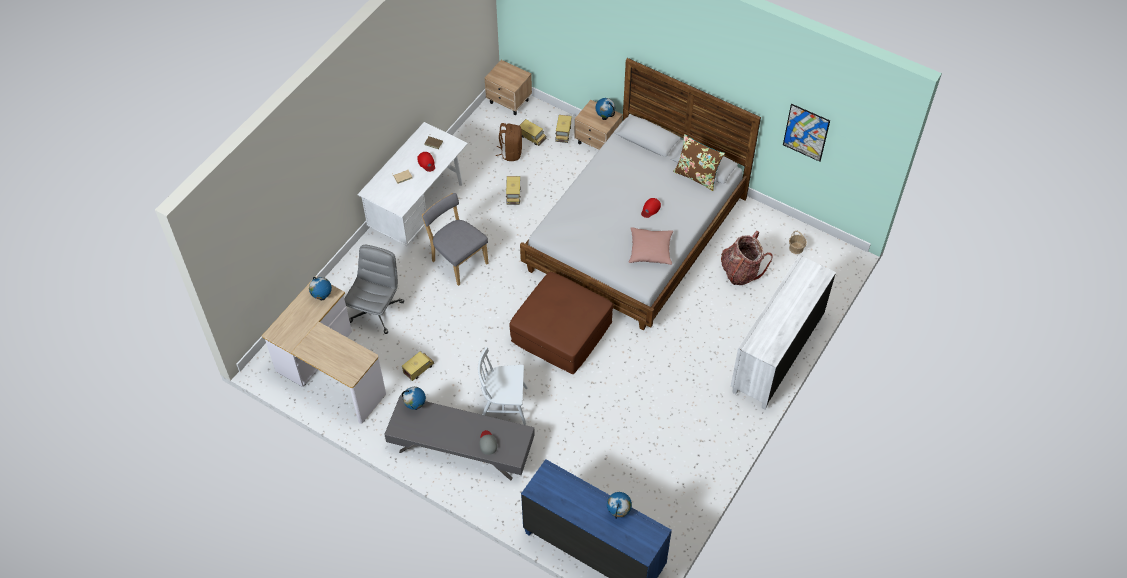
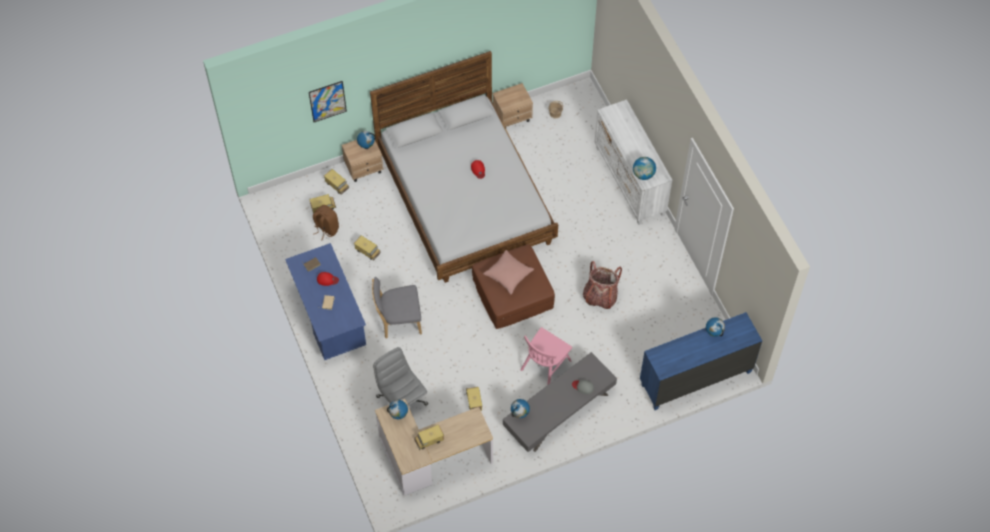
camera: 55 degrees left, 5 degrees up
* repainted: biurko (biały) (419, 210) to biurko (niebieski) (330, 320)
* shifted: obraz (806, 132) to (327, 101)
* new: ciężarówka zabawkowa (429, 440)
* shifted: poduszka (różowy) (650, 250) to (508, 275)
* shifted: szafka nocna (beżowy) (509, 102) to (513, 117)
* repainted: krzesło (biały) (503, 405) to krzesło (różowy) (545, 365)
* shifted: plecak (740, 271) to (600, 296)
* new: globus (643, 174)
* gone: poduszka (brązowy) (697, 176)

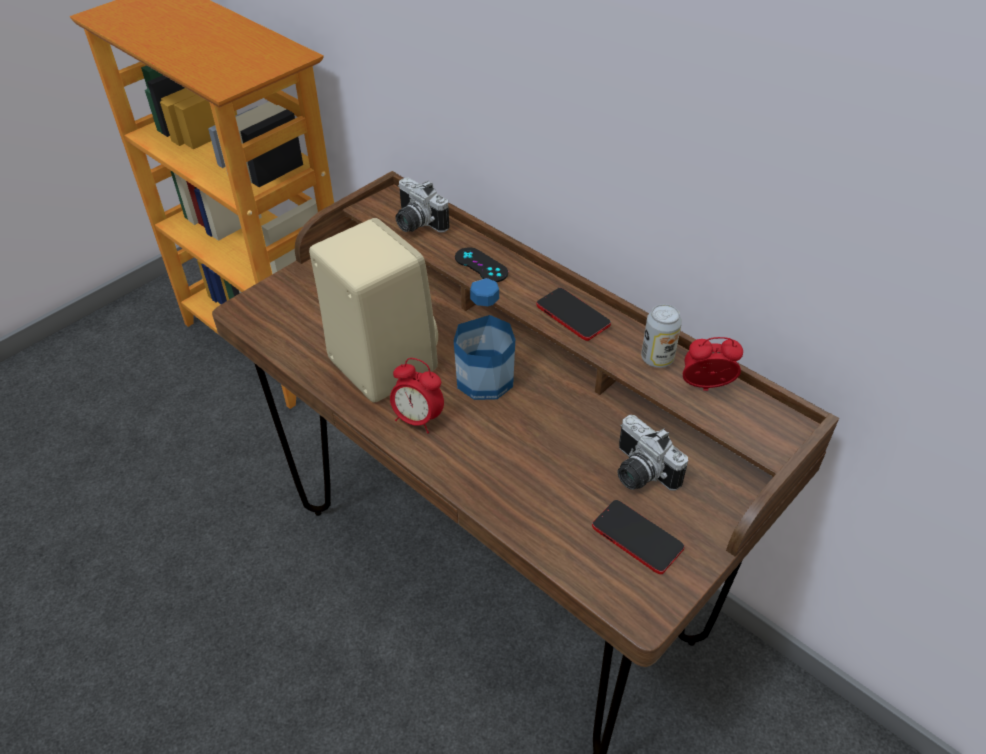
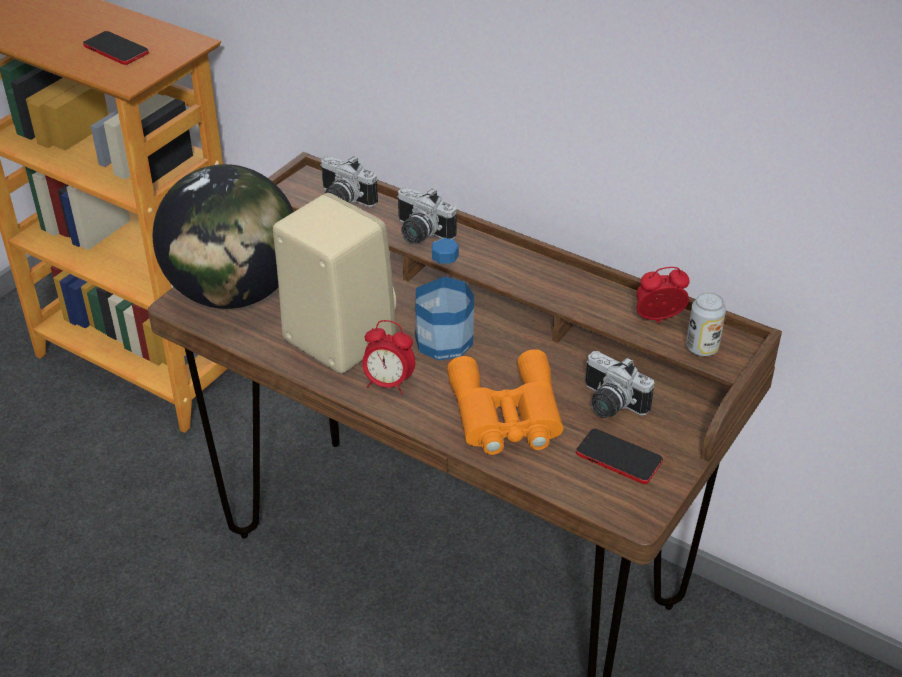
camera: 10 degrees left, 5 degrees down
* shifted: telefon (573, 315) to (116, 49)
* new: globus (234, 292)
* swapped: pad do gier (czarny) (481, 265) to aparat fotograficzny (419, 234)
* new: lornetka (pomarańczowy) (506, 415)
* shifted: puszka (657, 358) to (702, 348)

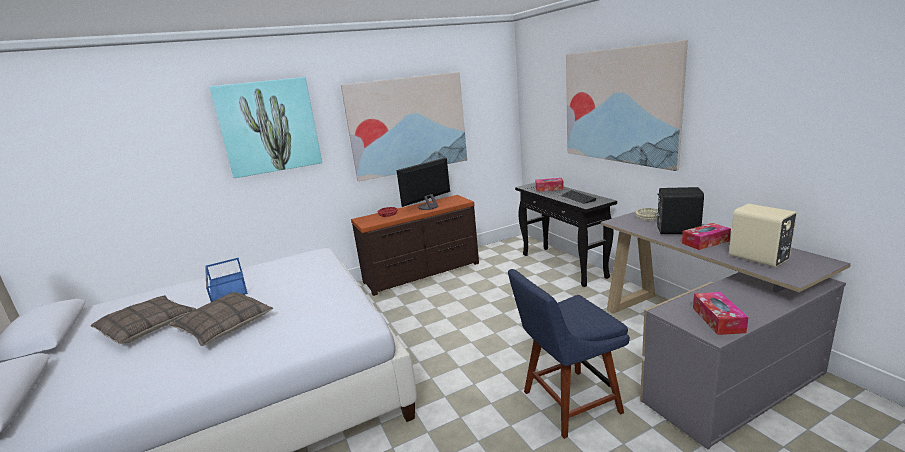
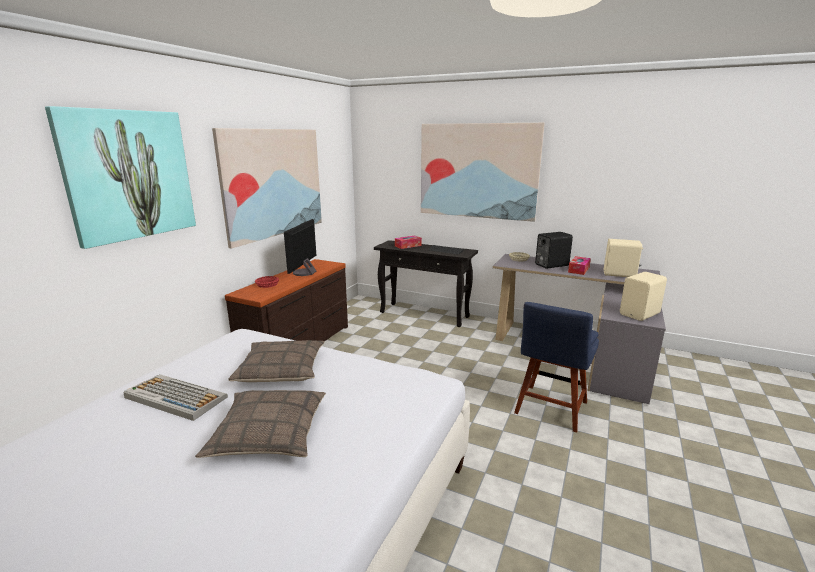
camera: 40 degrees left, 0 degrees up
* swapped: taca (niebieski) (227, 287) to klawiatura (174, 397)
* shifted: poduszka (147, 326) to (281, 369)
* swapped: pudełko chusteczek (718, 320) to głośnik (beżowy) (640, 314)

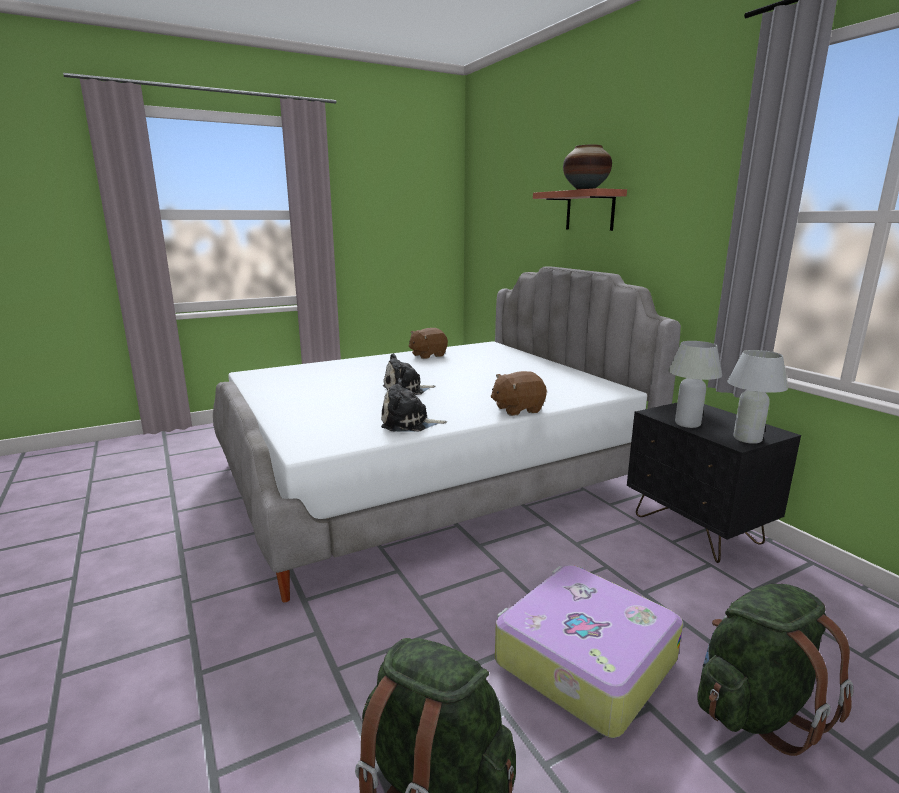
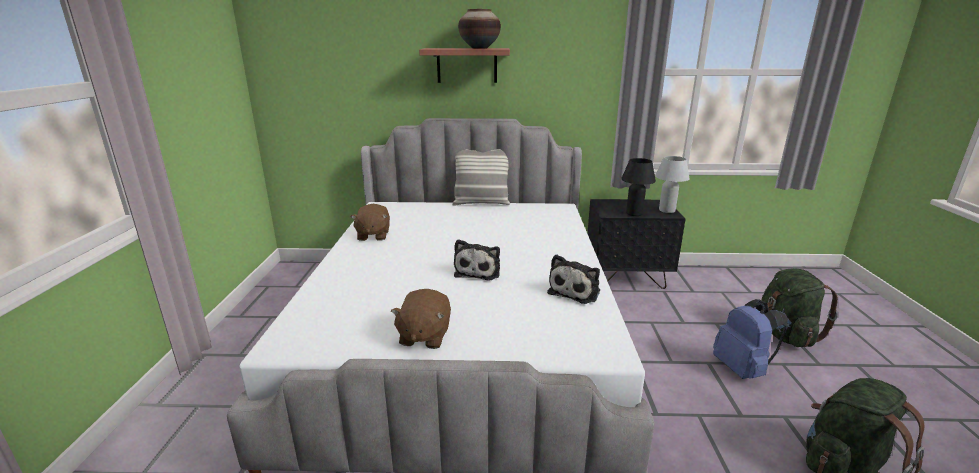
camera: 60 degrees left, 5 degrees up
* shifted: pluszak (brązowy) (517, 409) to (424, 336)
* new: poduszka (481, 203)
* repainted: lampa stołowa (biały) (687, 424) to lampa stołowa (czarny) (634, 213)
* swapped: walizka (582, 660) to plecak (niebieski) (742, 369)

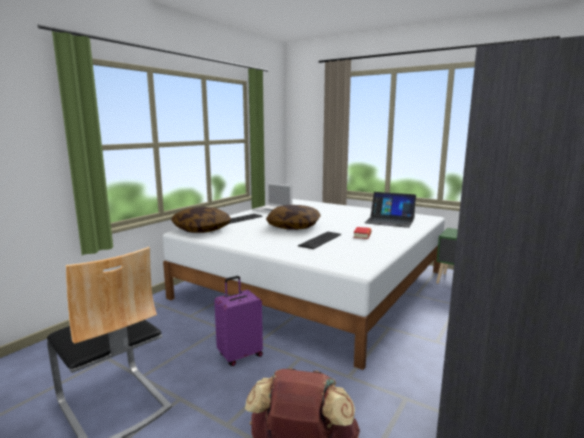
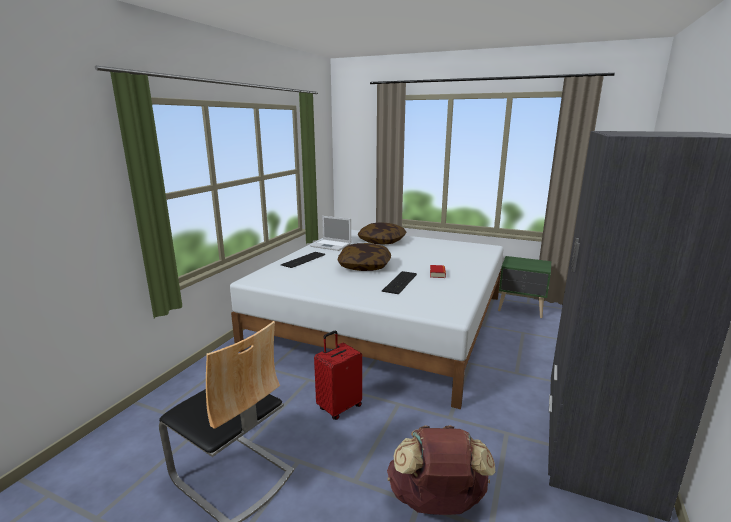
camera: 10 degrees left, 5 degrees up
* repainted: walizka (fioletowy) (240, 355) to walizka (czerwony) (339, 407)
* shifted: poduszka (202, 229) to (382, 241)
* gone: laptop (390, 221)

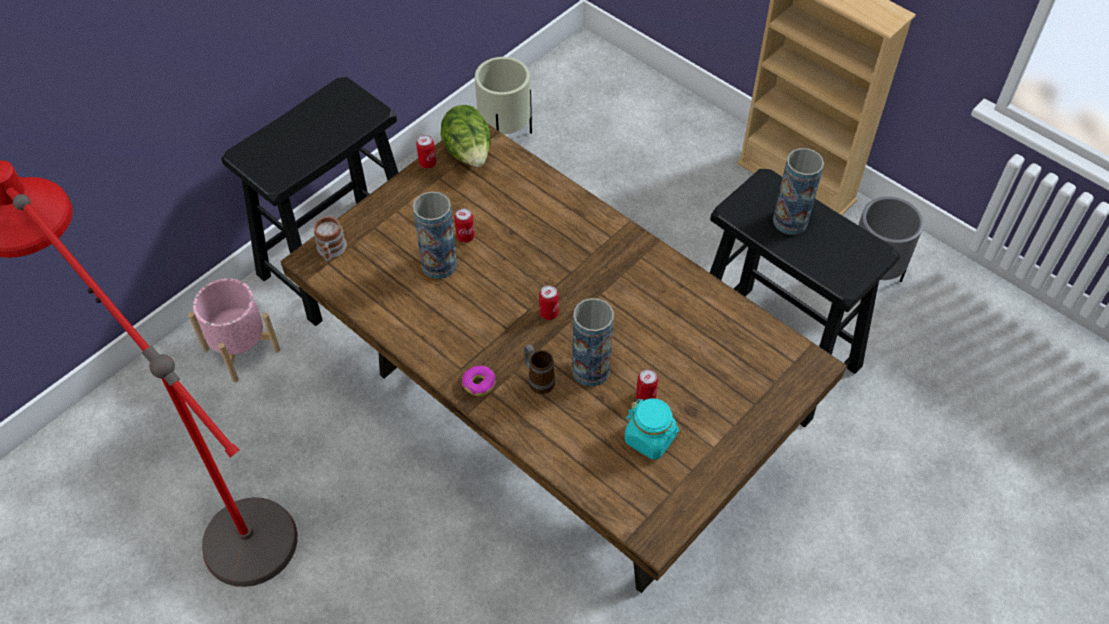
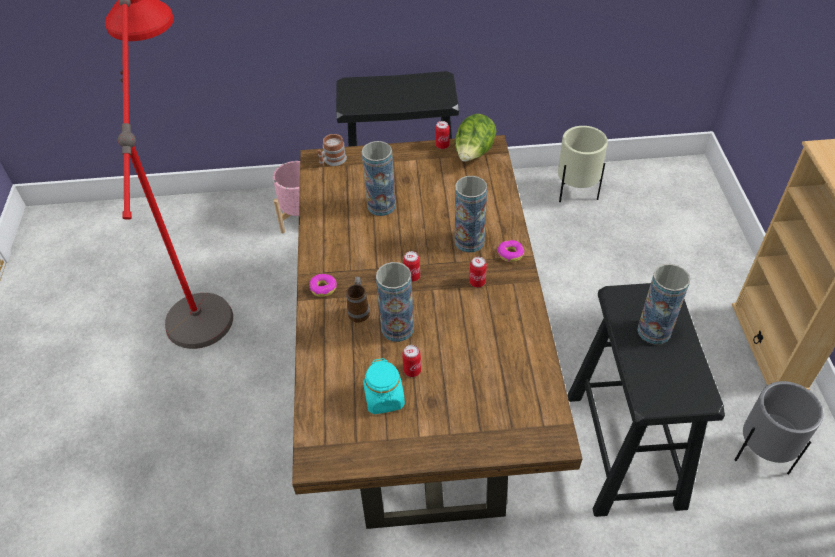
camera: 45 degrees right, 5 degrees down
* new: wazon (469, 241)
* shifted: puszka (465, 236) to (477, 282)
* new: donut (510, 254)

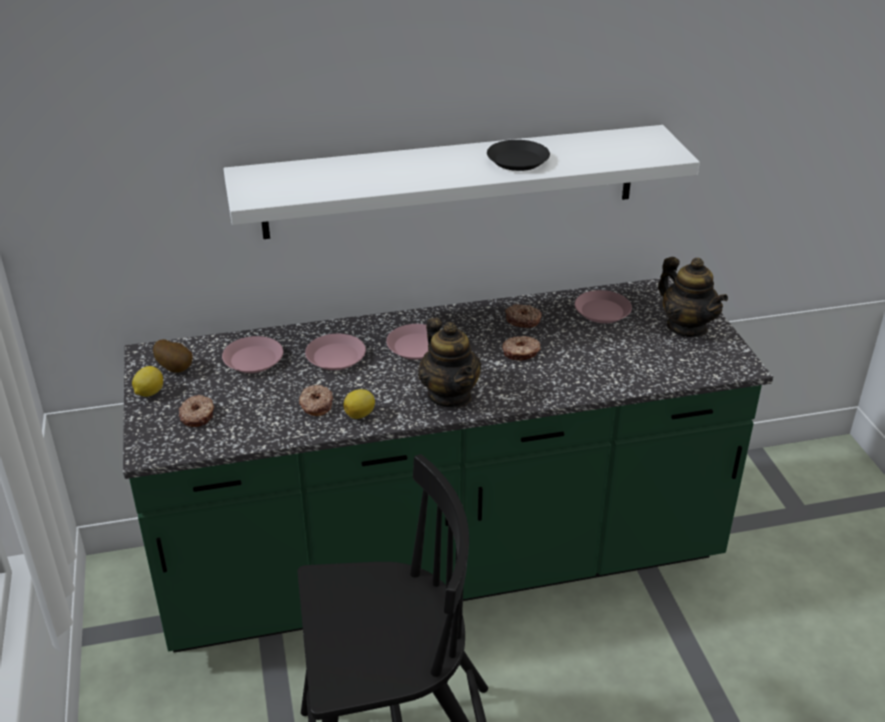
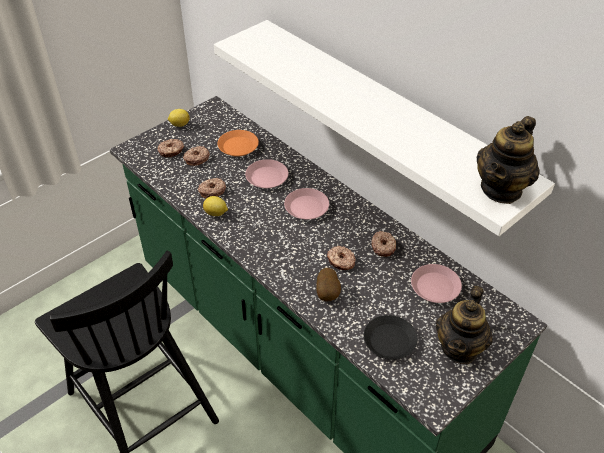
camera: 60 degrees right, 10 degrees up
* new: donut (196, 158)
* repainted: talerz (różowy) (254, 359) to talerz (pomarańczowy) (238, 146)
* shifted: ziemniak (176, 368) to (328, 294)
* shifted: talerz (czarny) (517, 160) to (389, 340)
* shifted: imbryk (450, 395) to (501, 189)

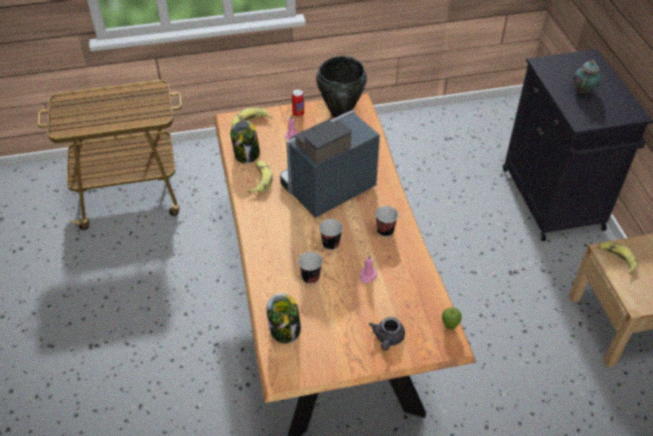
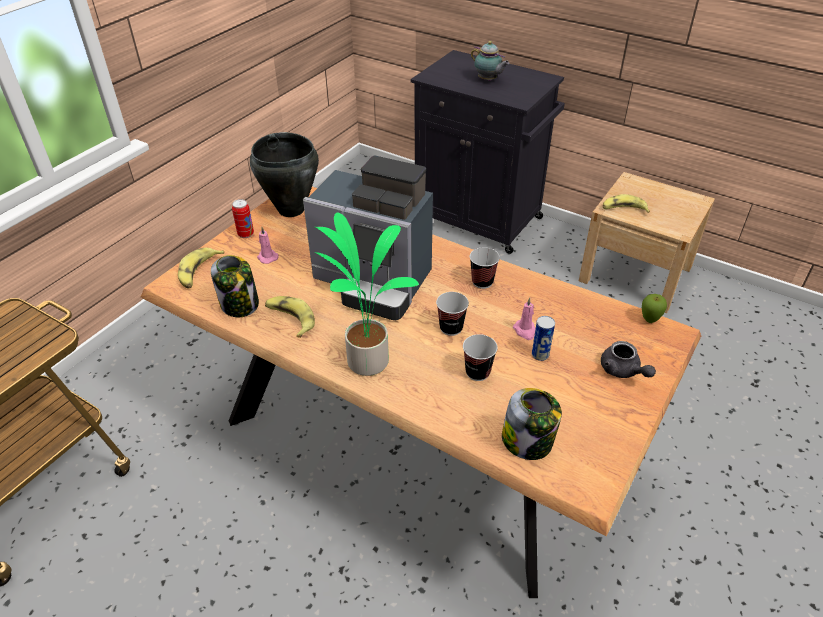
camera: 45 degrees left, 5 degrees down
* rotated: ekspres do kawy (326, 189) = (374, 282) 75 degrees counterclockwise
* new: roślina doniczkowa (367, 359)
* rotated: imbryk (583, 90) = (488, 80) 150 degrees clockwise
* new: puszka (540, 355)

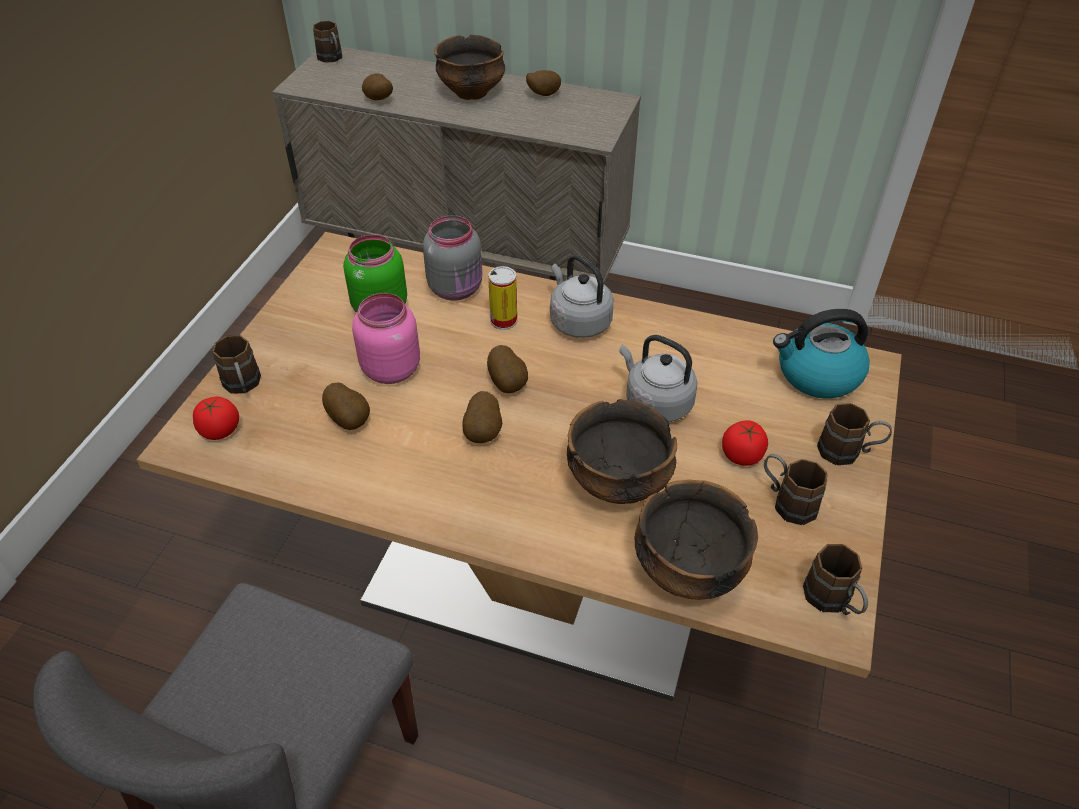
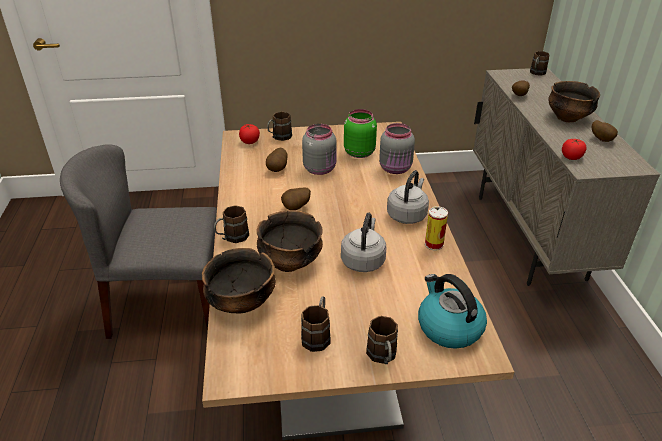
camera: 65 degrees right, 10 degrees down
* shifted: kubek (brązowy) (833, 602) to (232, 238)
* repainted: słoik (różowy) (391, 368) to słoik (szary) (320, 169)
* shifted: puszka (503, 320) to (434, 244)
* shifted: pomidor (742, 455) to (571, 157)
* gone: ziemniak (508, 384)

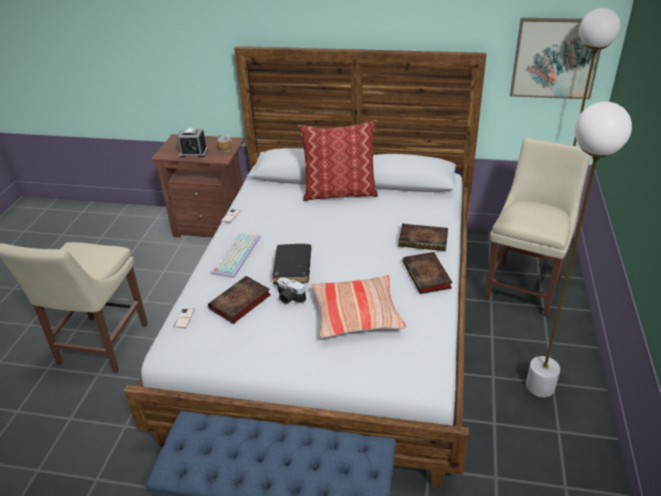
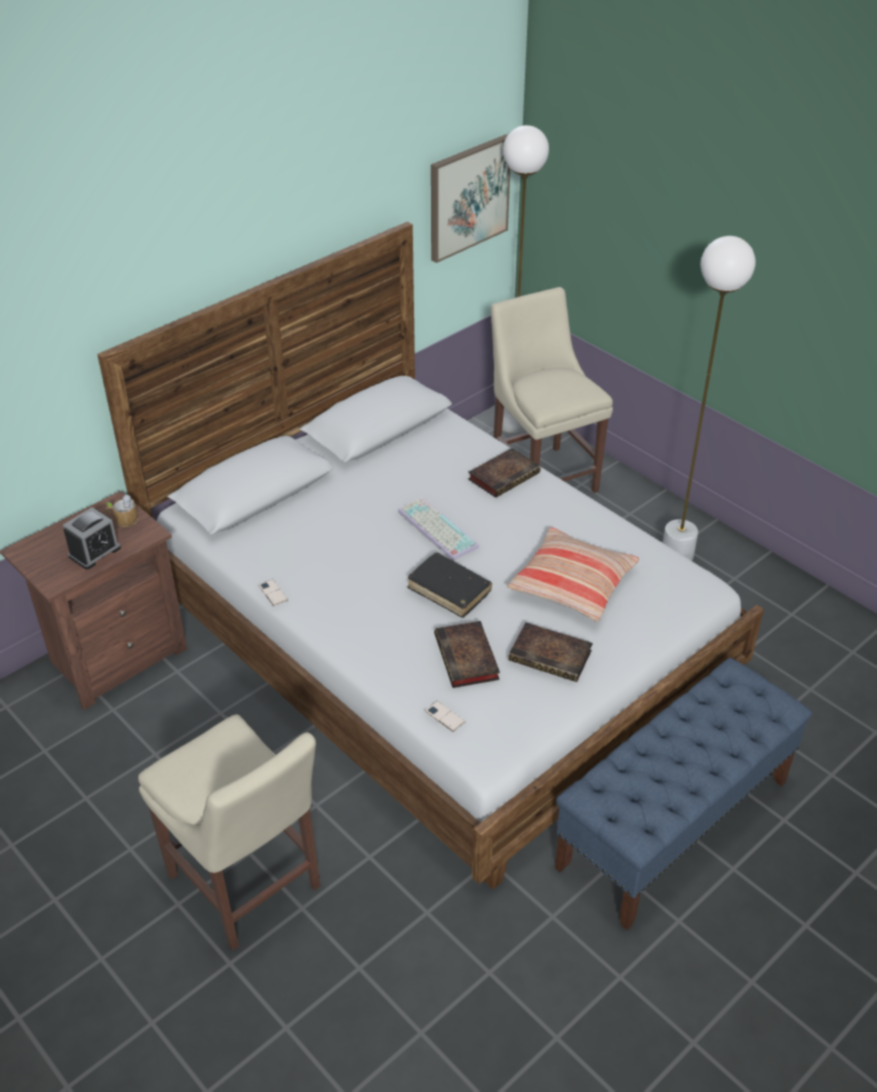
camera: 55 degrees left, 5 degrees up
* shifted: klawiatura (236, 254) to (435, 529)
* shifted: książka (427, 276) to (552, 656)
* gone: aparat fotograficzny (289, 298)
* gone: poduszka (340, 192)

